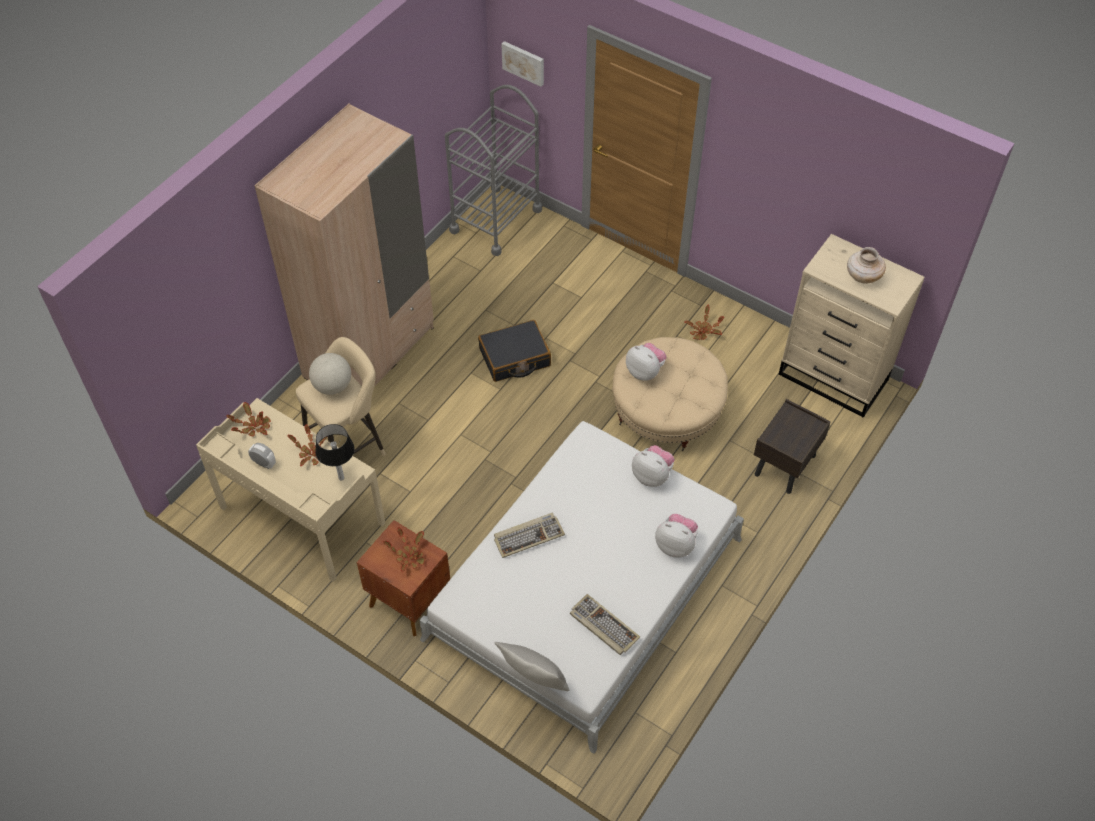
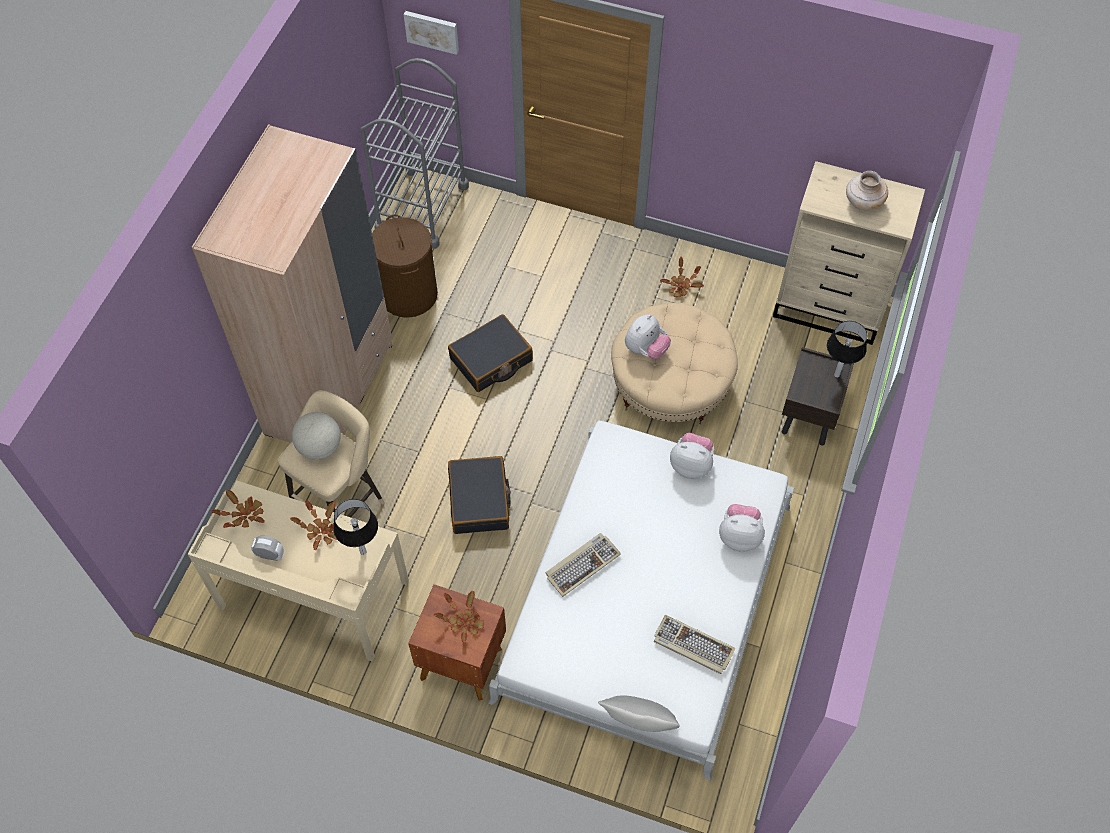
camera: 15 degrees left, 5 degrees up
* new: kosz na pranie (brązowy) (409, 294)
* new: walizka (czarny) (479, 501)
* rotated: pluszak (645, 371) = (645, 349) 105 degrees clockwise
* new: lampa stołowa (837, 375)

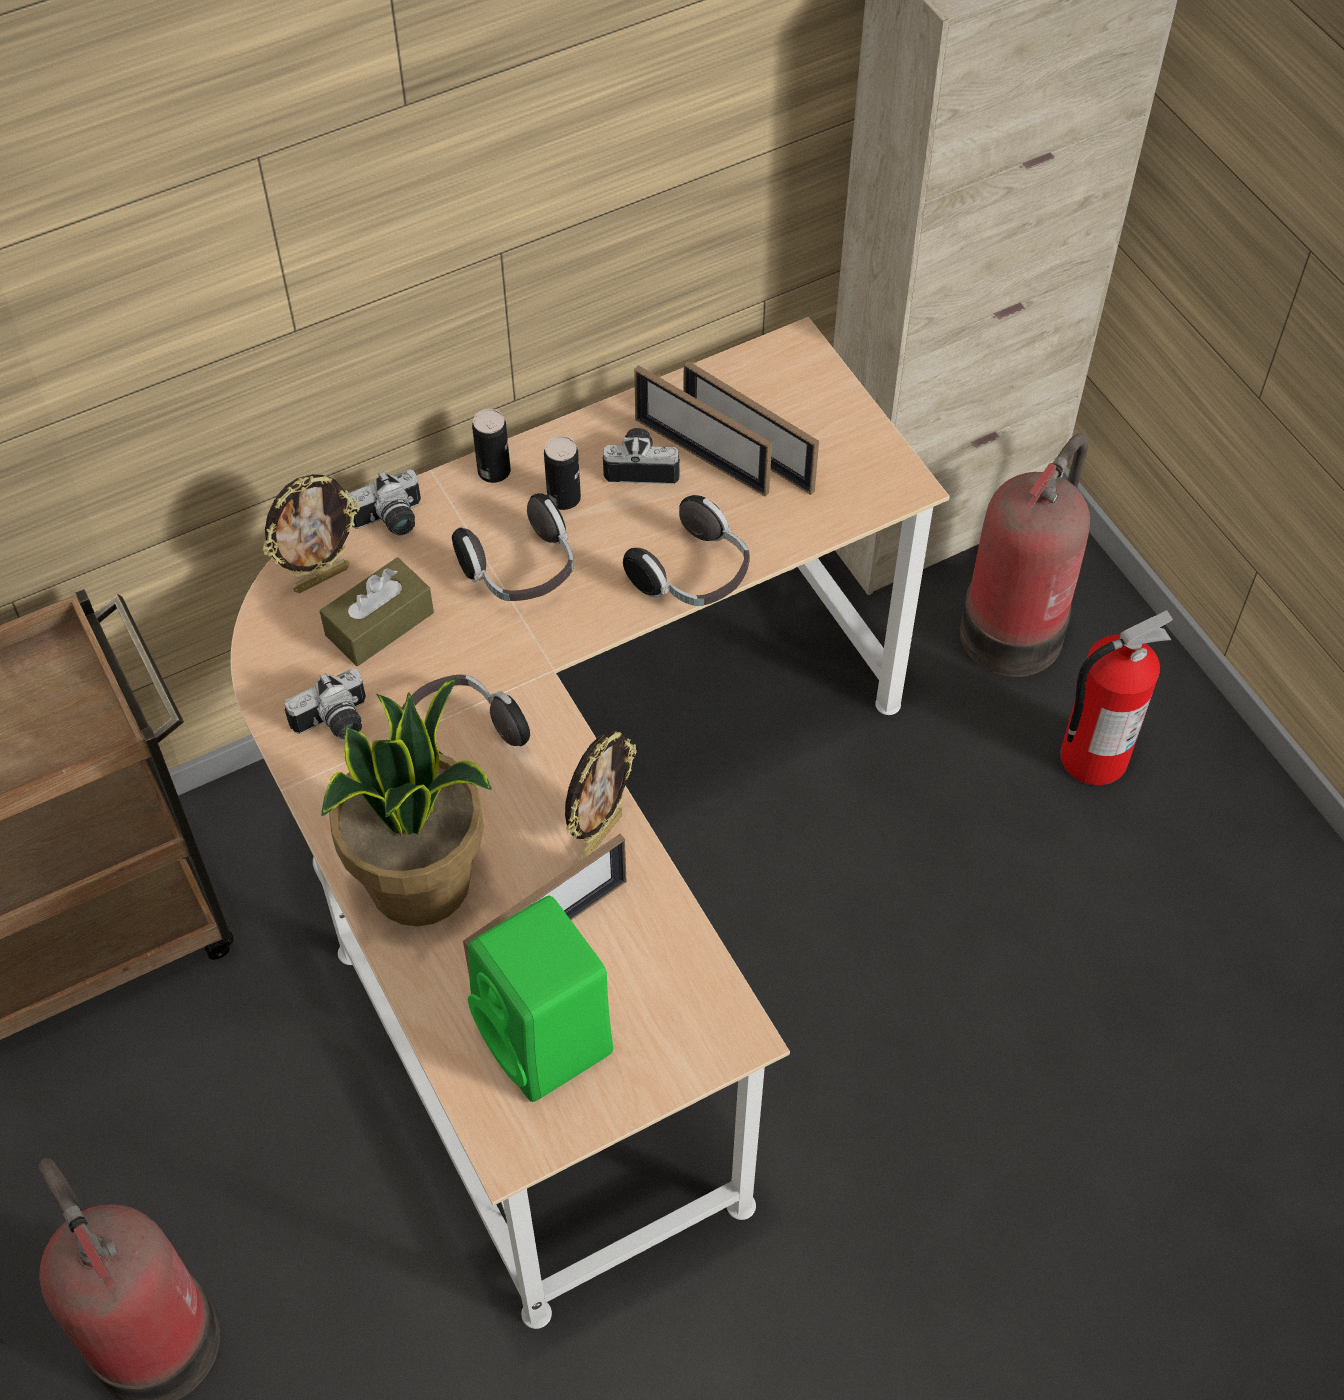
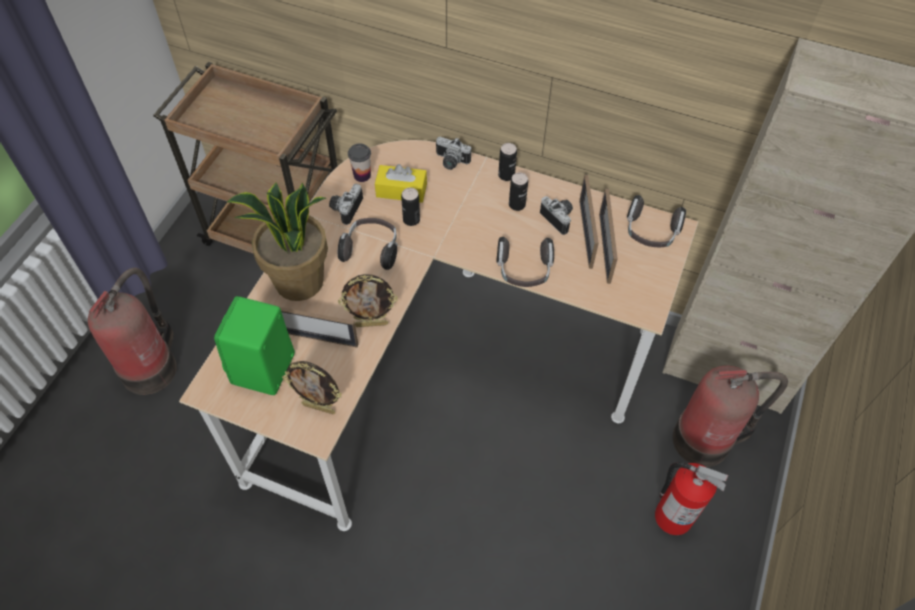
camera: 50 degrees right, 0 degrees up
* shifted: ramka na zdjęcie (321, 577) to (319, 407)
* rotated: aparat fotograficzny (335, 724) = (345, 208) 90 degrees clockwise
* new: filiżanka (362, 175)
* repainted: pudełko chusteczek (brązowy) (379, 624) to pudełko chusteczek (żółty) (401, 190)
* new: puszka (411, 219)
* shifted: słuchawki (521, 571) to (650, 233)

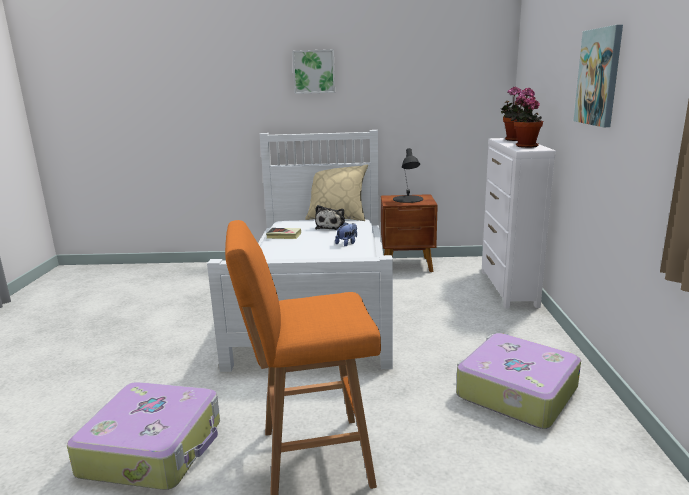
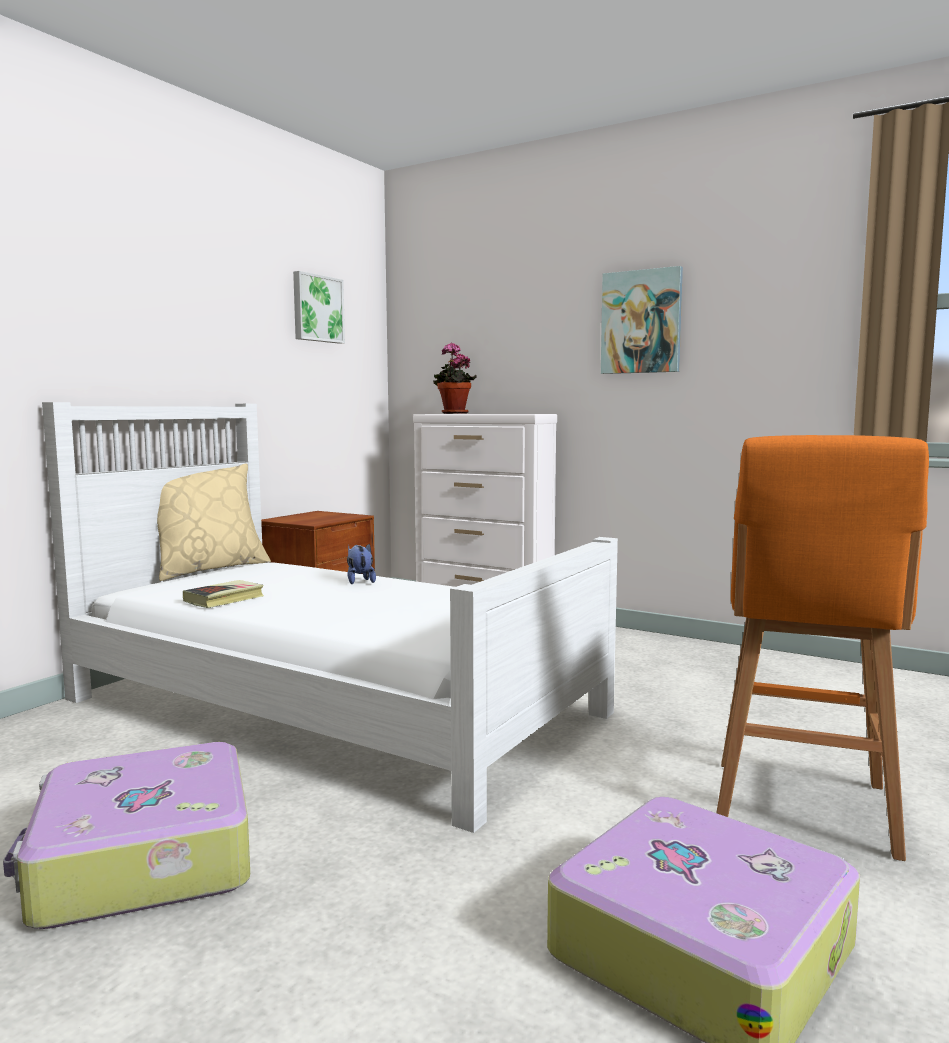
camera: 60 degrees left, 10 degrees down
* shifted: walizka (515, 392) to (141, 860)
* shifted: obraz (314, 71) to (317, 308)
* gone: pluszak (331, 227)
* gone: lampa stołowa (czarny) (408, 199)
* gone: roślina doniczkowa (524, 146)

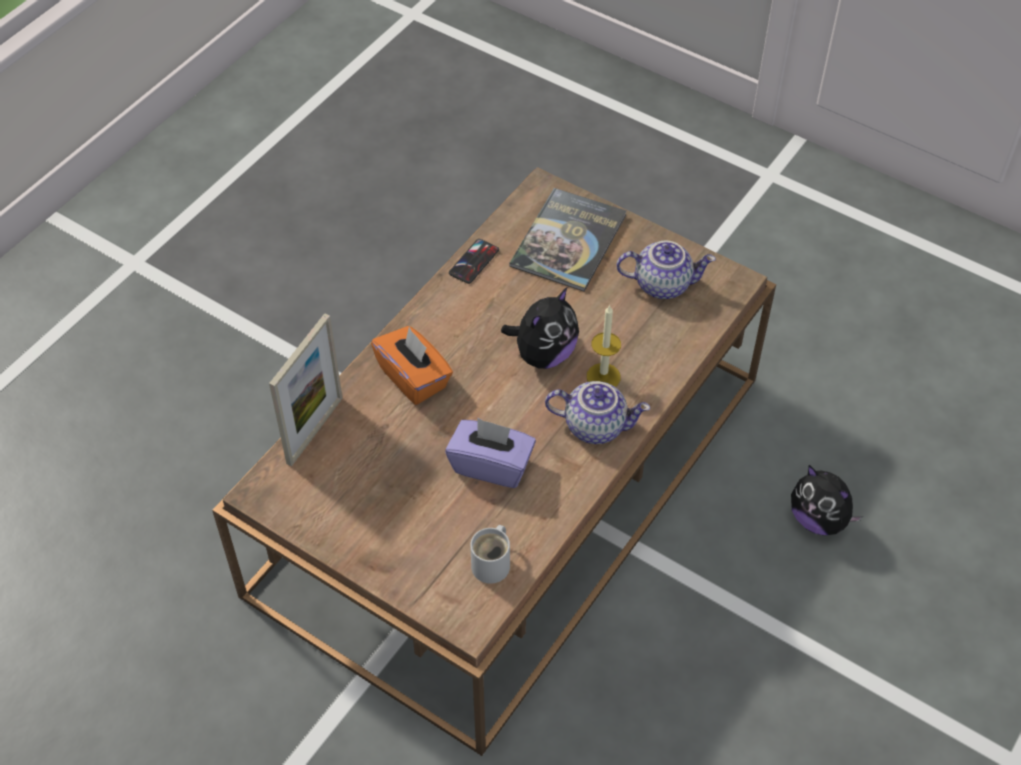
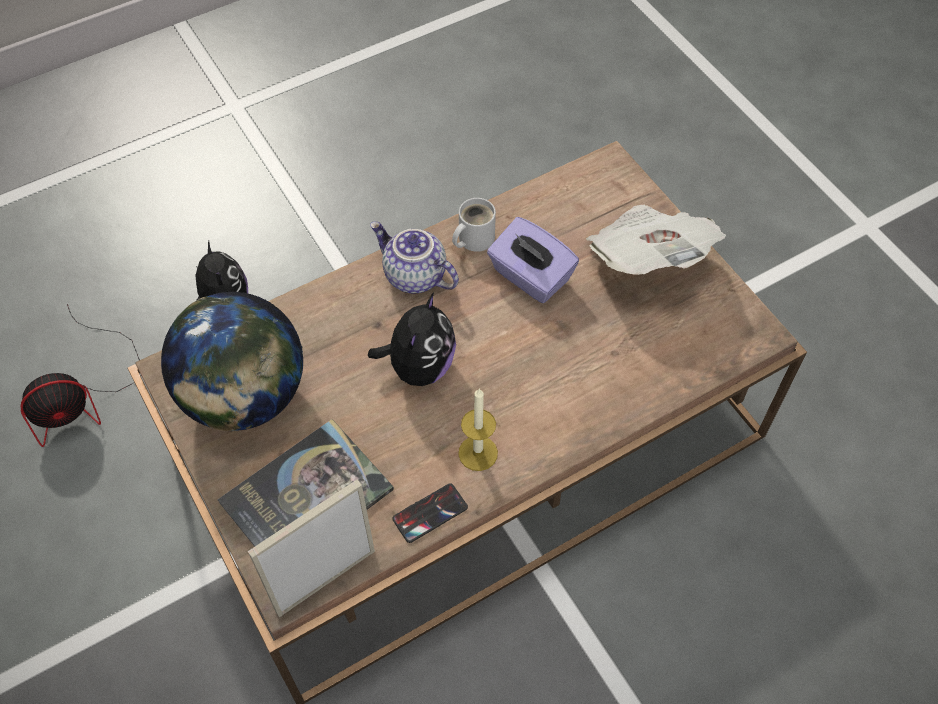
camera: 155 degrees left, 5 degrees up
* new: wentylator (83, 395)
* swapped: imbryk (663, 283) to globus (245, 397)
* shifted: ramka na zdjęcie (315, 430) to (325, 581)
* rotated: pluszak (543, 354) = (419, 366) 135 degrees clockwise
* shifted: kubek (biały) (493, 563) to (473, 239)
* shifted: świeca (603, 376) to (478, 453)
* new: gazeta (648, 258)
* gone: pudełko chusteczek (pomarańczowy) (414, 378)

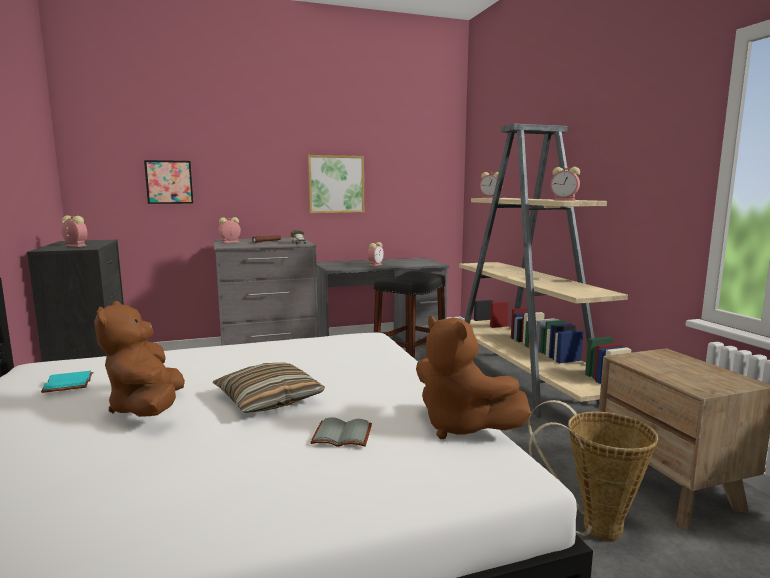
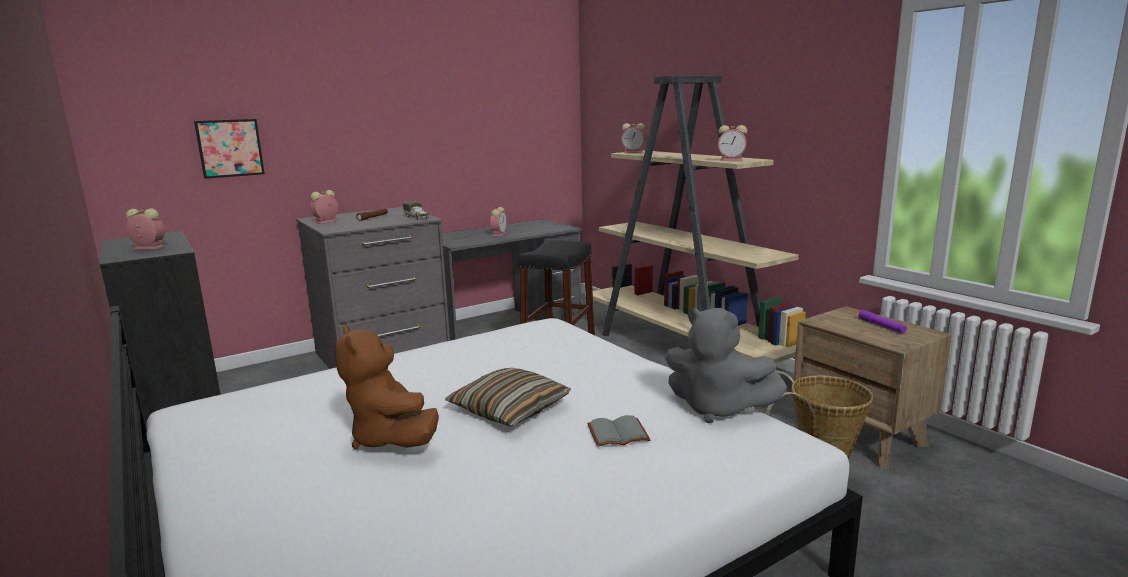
camera: 15 degrees left, 5 degrees up
* repainted: pluszak (brązowy) (461, 427) to pluszak (szary) (717, 409)
* new: latarka (fioletowy) (881, 326)
* gone: książka (turkusowy) (70, 383)
* gone: obraz (336, 184)

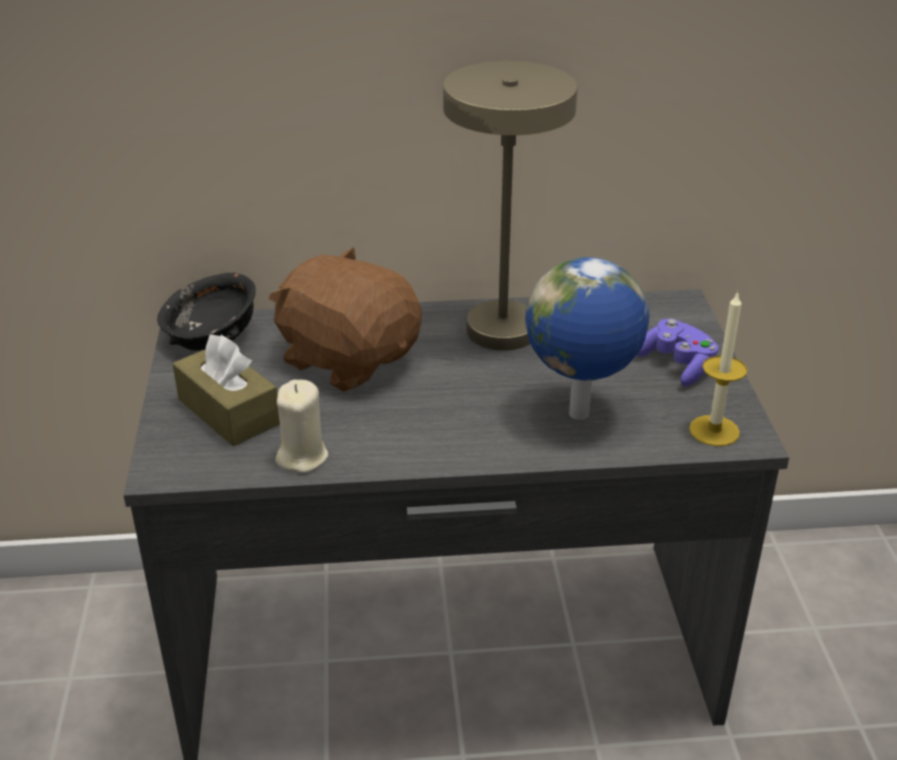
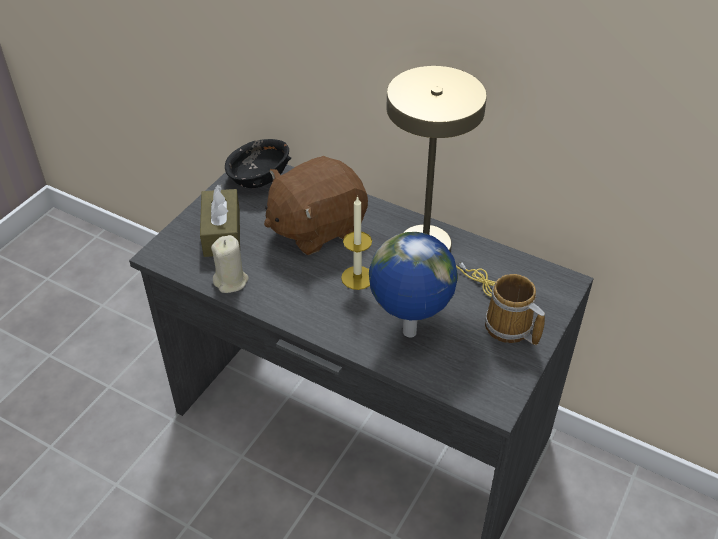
camera: 35 degrees right, 10 degrees up
* rotated: pluszak (brązowy) (349, 359) = (316, 228) 105 degrees counterclockwise
* shifted: świeca (714, 430) to (357, 278)
* swapped: pad do gier (fioletowy) (677, 365) to kubek (509, 328)

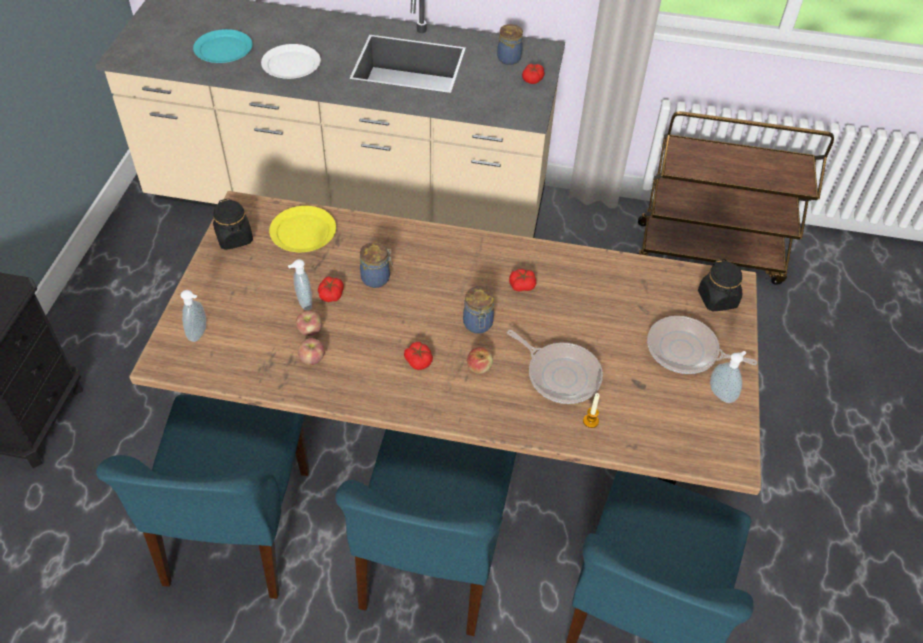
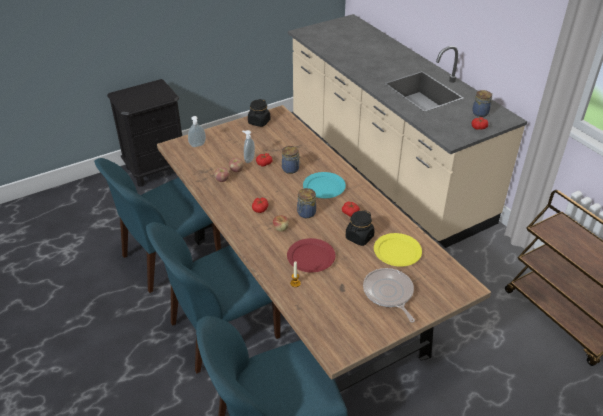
camera: 50 degrees right, 10 degrees down
* swapped: patelnia (560, 374) to talerz (czerwony) (311, 257)
* shifted: talerz (turkusowy) (223, 49) to (323, 187)
* shifted: słoik (czarny) (717, 299) to (359, 237)
* shifted: talerz (żółty) (302, 231) to (397, 251)
* gone: talerz (biały) (290, 64)
* gone: dozownik mydła (722, 394)

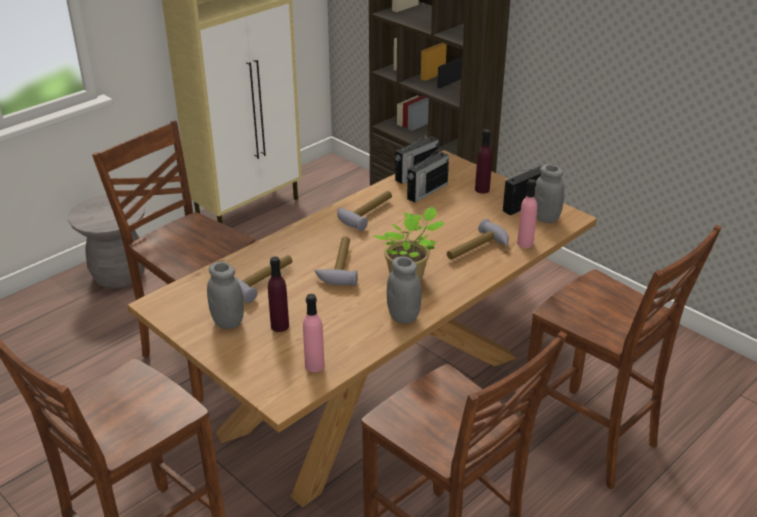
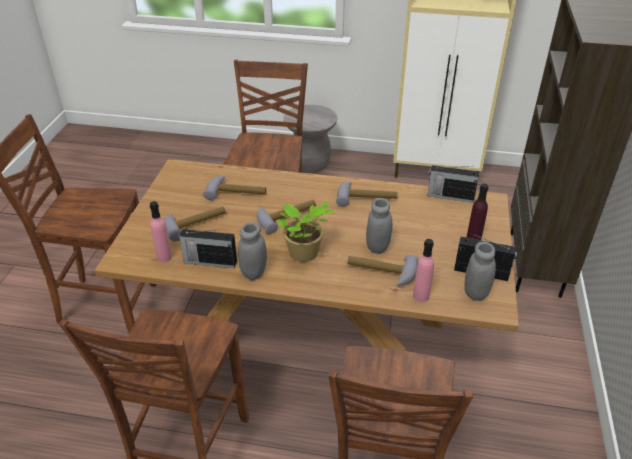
camera: 55 degrees right, 5 degrees up
* swapped: butelka (fioletowy) (280, 326) to młotek (194, 223)
* shifted: radio (426, 192) to (209, 261)
* shifted: słoik (szary) (228, 322) to (377, 247)

